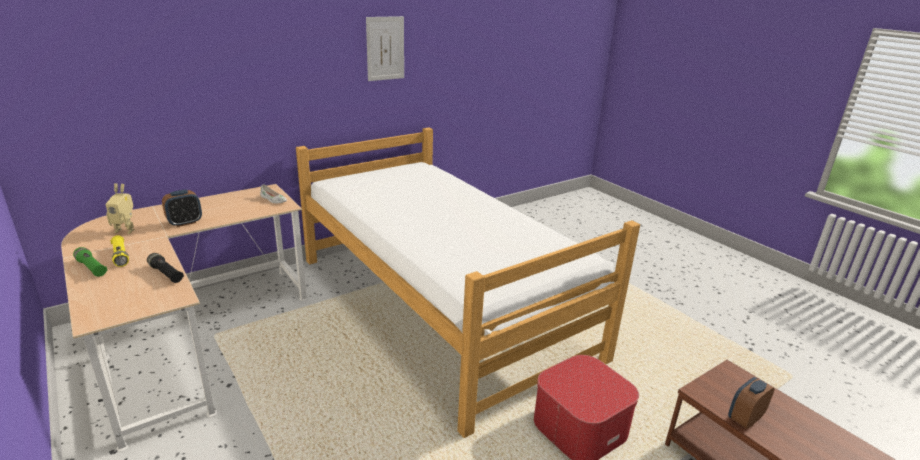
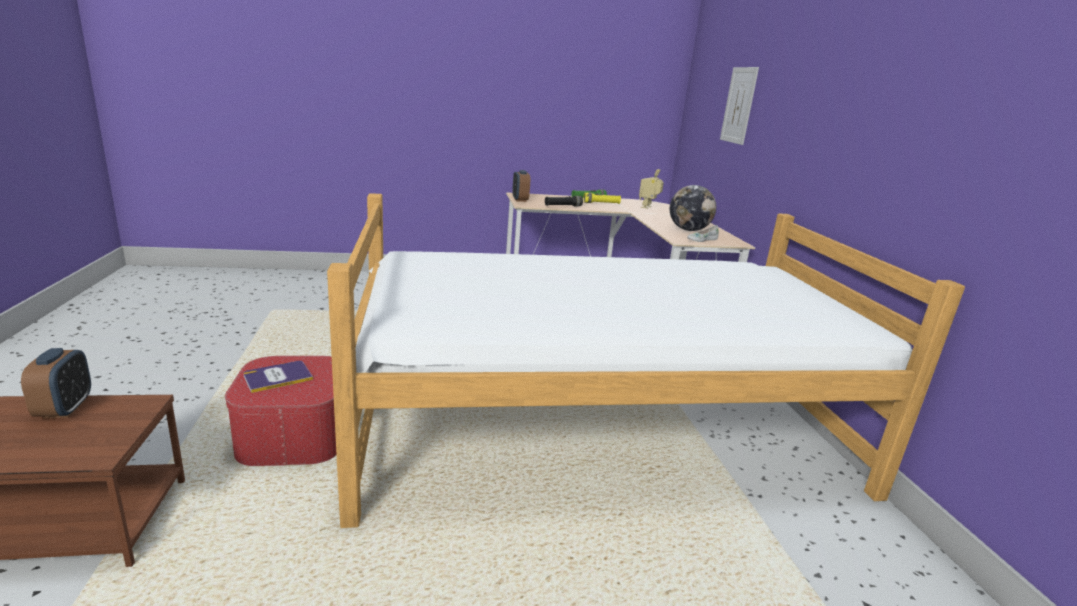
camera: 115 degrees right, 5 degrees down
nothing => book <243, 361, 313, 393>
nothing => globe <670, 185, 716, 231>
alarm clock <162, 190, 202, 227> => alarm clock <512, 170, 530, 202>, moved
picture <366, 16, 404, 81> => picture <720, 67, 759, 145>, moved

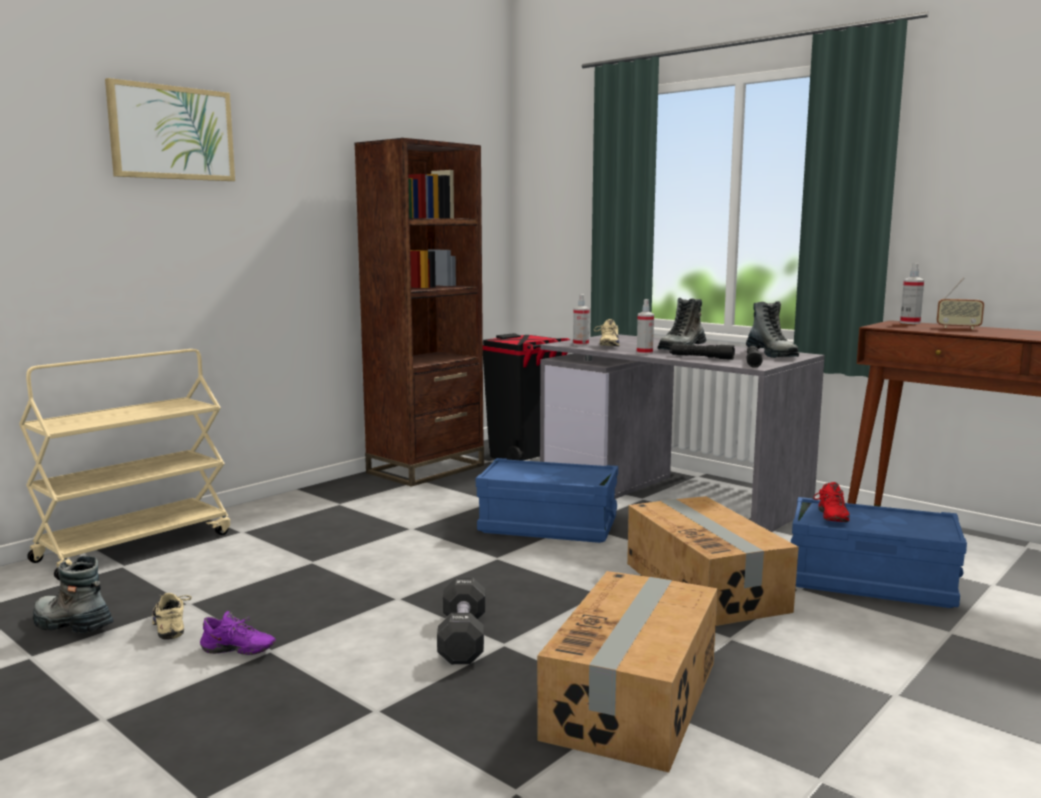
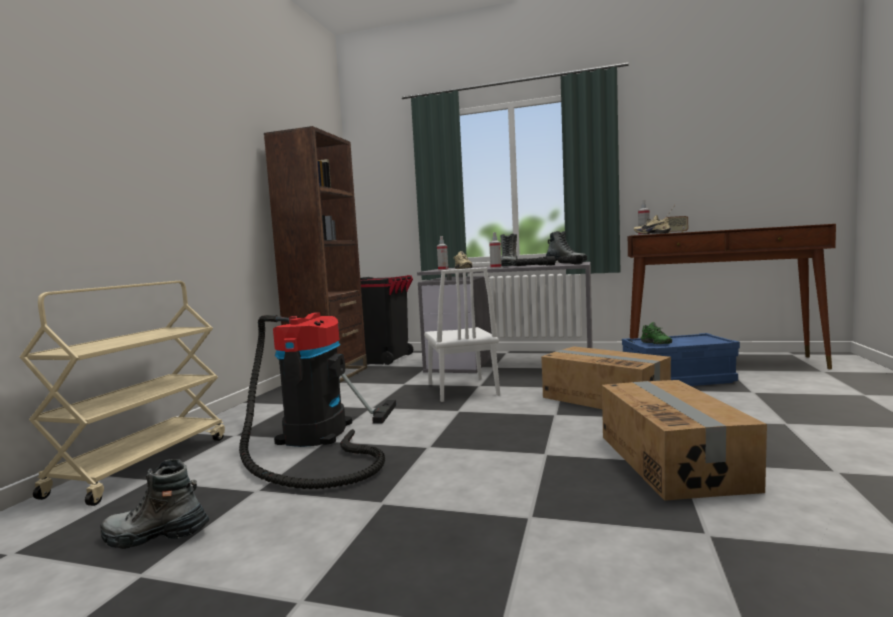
camera: 25 degrees left, 5 degrees down
picture <105, 78, 235, 181> => nothing
purple shoe <200, 611, 276, 655> => nothing
black dumbbell <437, 577, 485, 664> => nothing
nothing => vacuum cleaner <239, 312, 396, 489>
beige shoe <152, 593, 192, 639> => beige shoe <634, 215, 671, 234>, moved
blue storage box <476, 458, 618, 543> => white chair <424, 268, 500, 402>
red shoe <814, 482, 850, 522> => green shoe <641, 322, 672, 344>

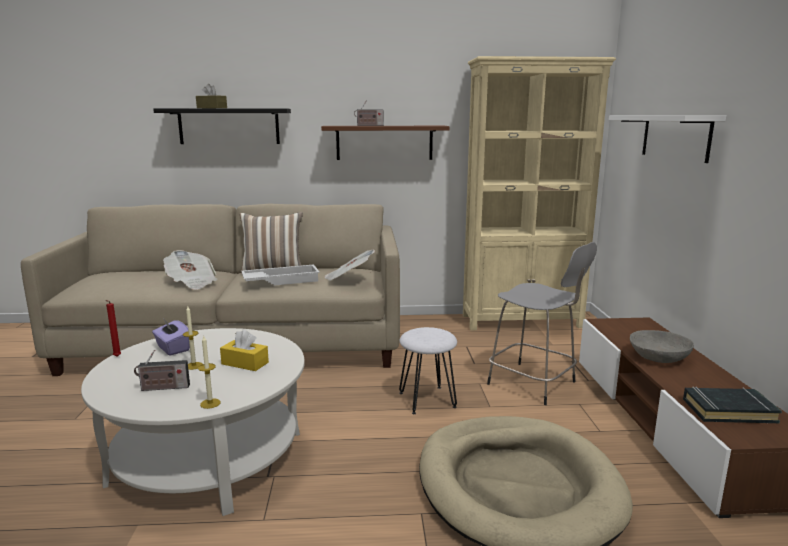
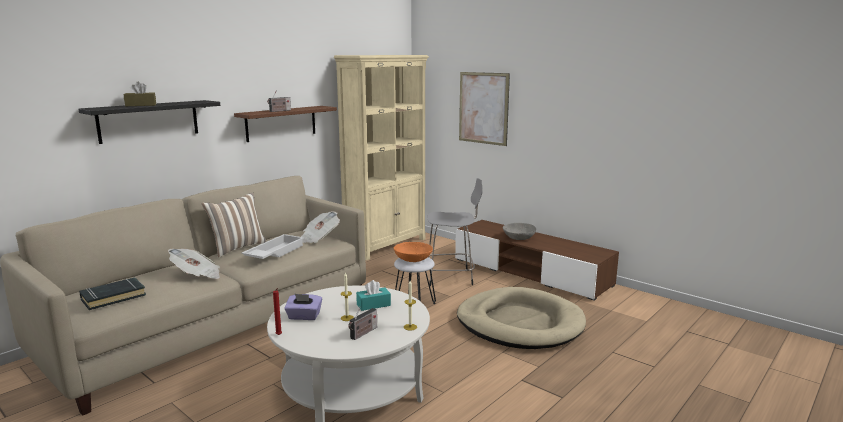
camera: 45 degrees left, 0 degrees up
nothing => orange bowl <394, 242, 433, 262>
black book <683, 387, 782, 423> => black book <79, 277, 146, 310>, moved
white shelf <609, 115, 726, 163> => picture <459, 72, 510, 146>
yellow tissue box <220, 330, 269, 371> => turquoise tissue box <356, 280, 391, 311>

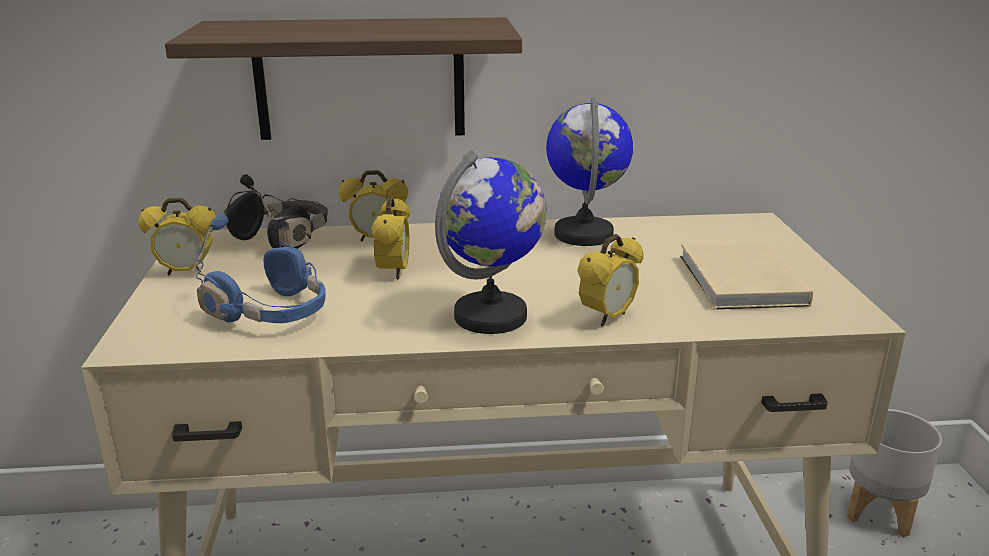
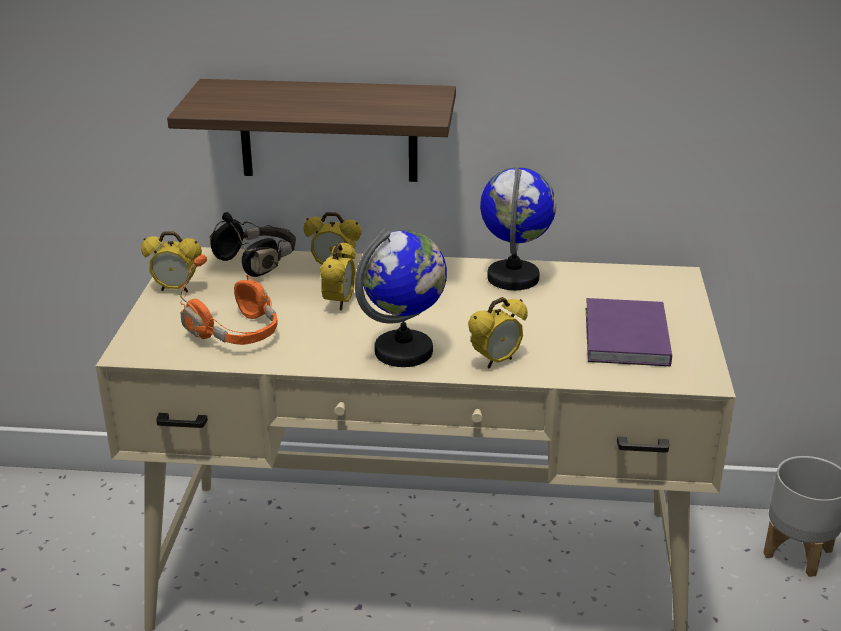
camera: 10 degrees right, 5 degrees up
blue headphones <194, 215, 326, 323> => orange headphones <179, 255, 278, 345>
beige book <680, 242, 813, 309> => purple book <586, 298, 672, 366>

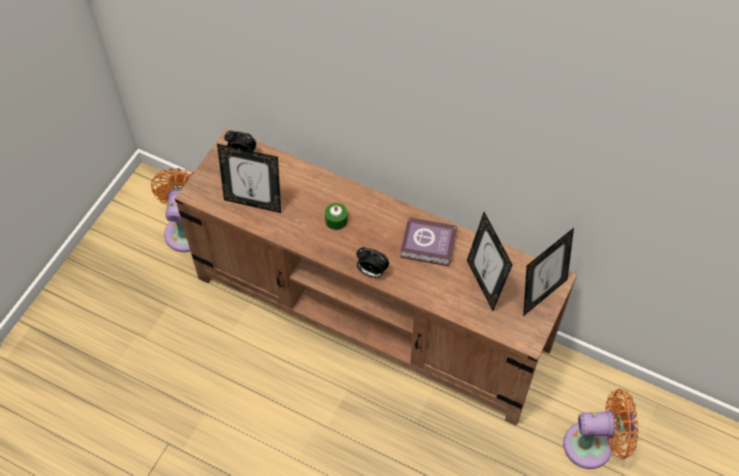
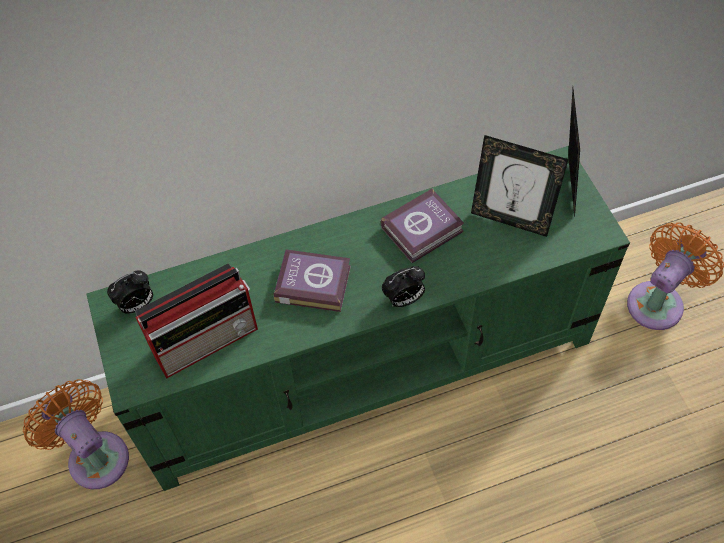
camera: 45 degrees left, 0 degrees up
picture frame <217, 144, 281, 213> => radio <135, 264, 258, 379>
green candle <325, 203, 348, 230> => book <274, 249, 351, 312>
brown tv stand <175, 128, 577, 426> => green tv stand <86, 146, 630, 491>

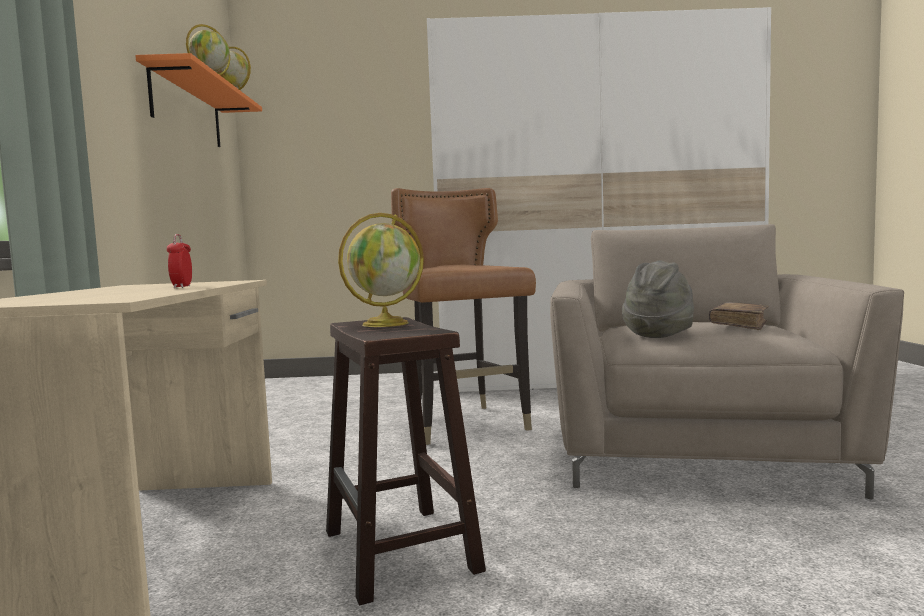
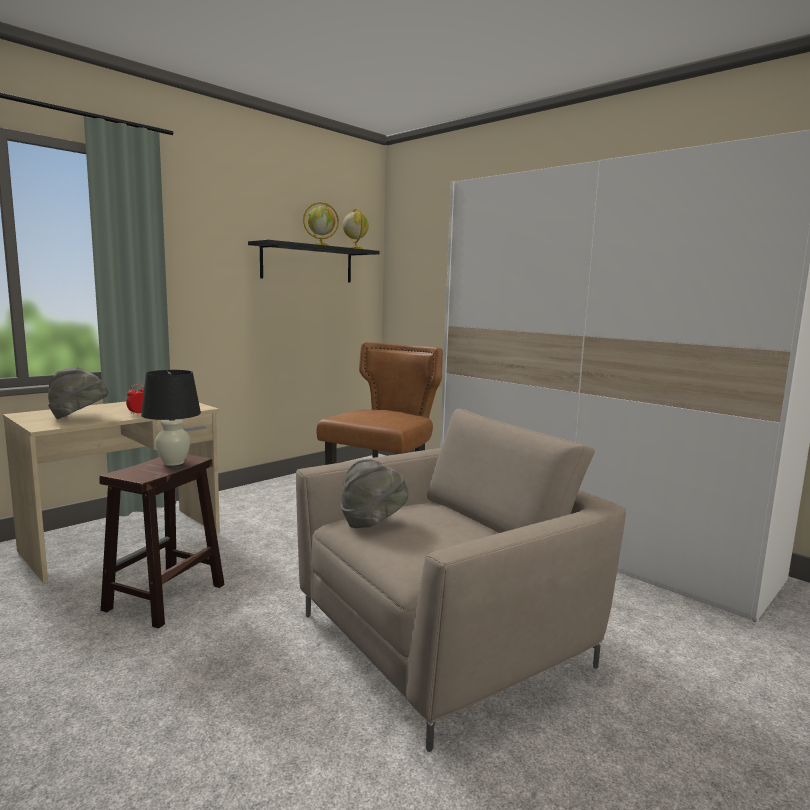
camera: 45 degrees right, 5 degrees up
brown book <709, 303, 768, 330> => nothing
nothing => grey hat <48, 367, 108, 419>
globe <338, 213, 424, 327> => black table lamp <141, 370, 201, 466>
orange shelf <135, 53, 262, 147> => black shelf <248, 240, 380, 283>

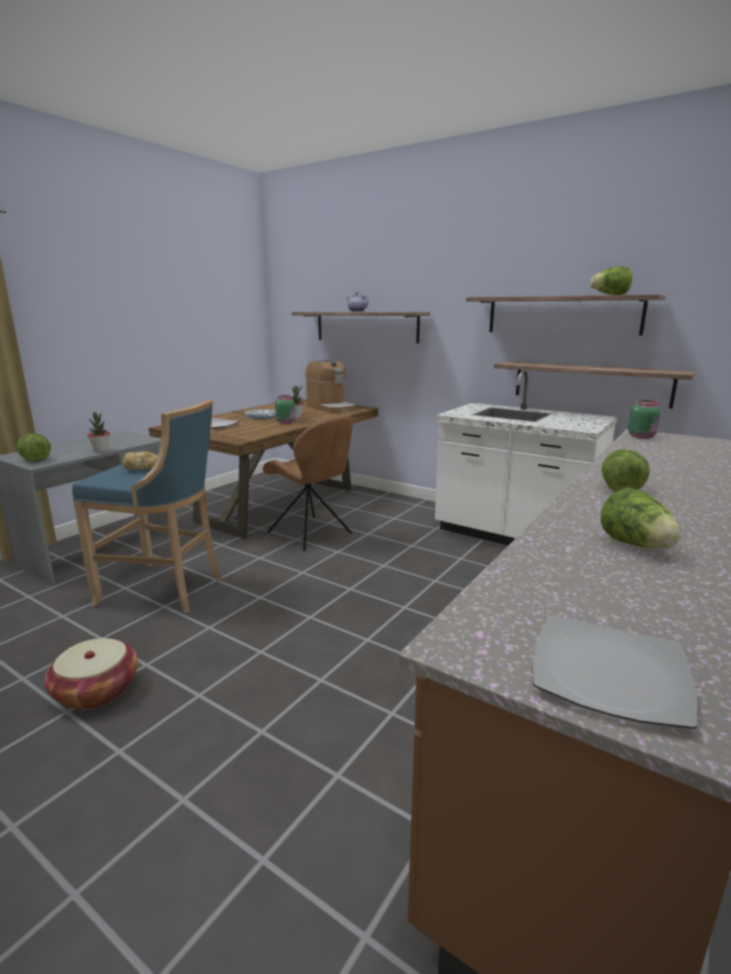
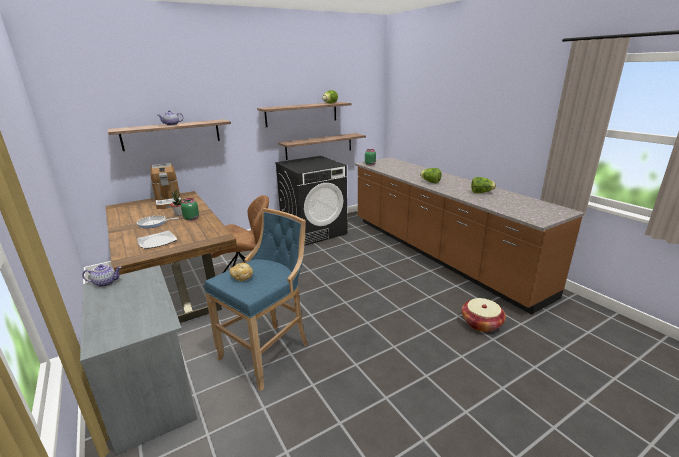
camera: 65 degrees left, 5 degrees up
lettuce <16, 433, 51, 462> => nothing
potted plant <87, 412, 110, 452> => nothing
plate <533, 615, 697, 729> => nothing
nothing => teapot <82, 264, 122, 287>
basket <44, 638, 138, 710> => basket <462, 298, 506, 332>, moved
white counter <435, 370, 618, 546> => black washing machine <275, 156, 348, 246>
coffee machine <305, 360, 355, 413> => coffee machine <150, 163, 182, 209>, 75 degrees clockwise

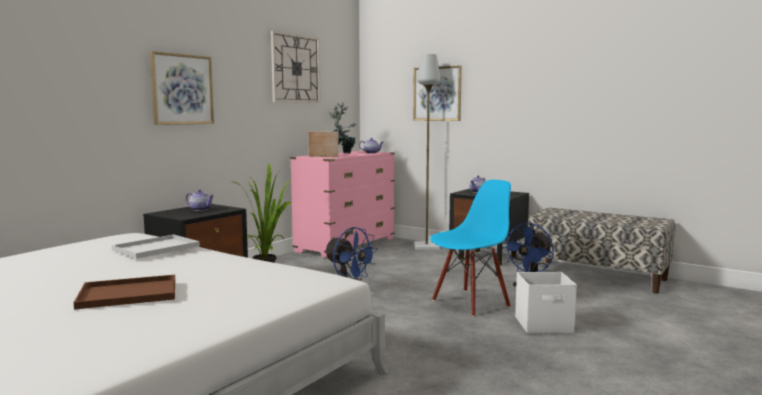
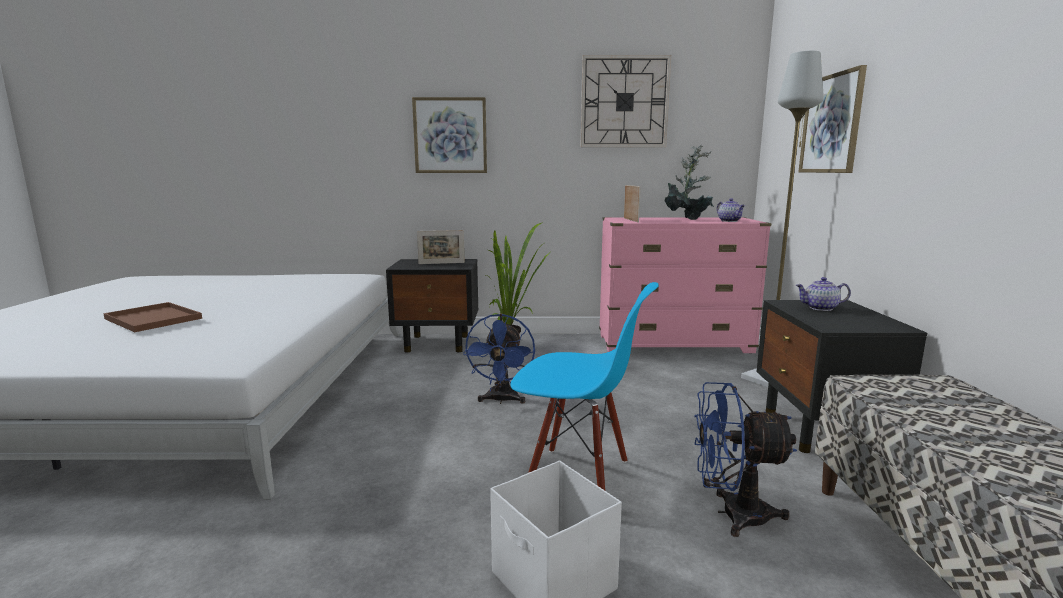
camera: 55 degrees right, 5 degrees up
white tray <112, 235, 200, 259> => nothing
teapot <186, 189, 214, 211> => picture frame <417, 230, 465, 264>

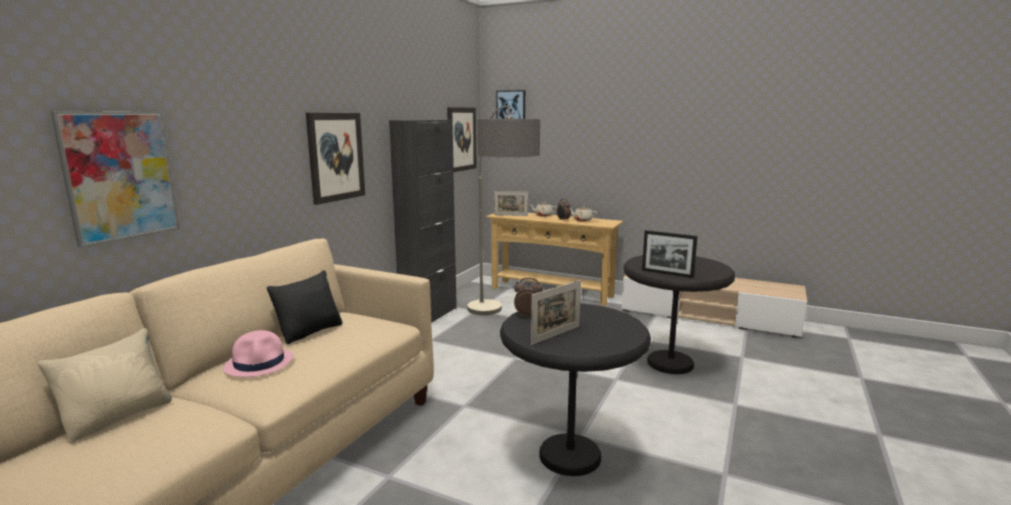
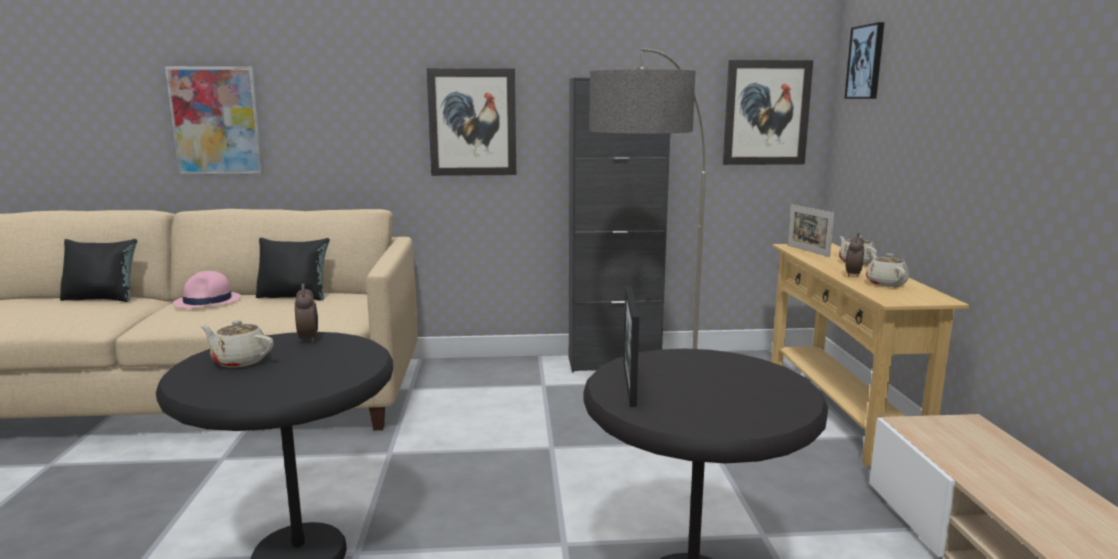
camera: 60 degrees right, 0 degrees up
picture frame <531, 280, 581, 345> => beige teapot <200, 320, 274, 368>
beige pillow <37, 328, 172, 443> => black pillow <60, 239, 137, 302>

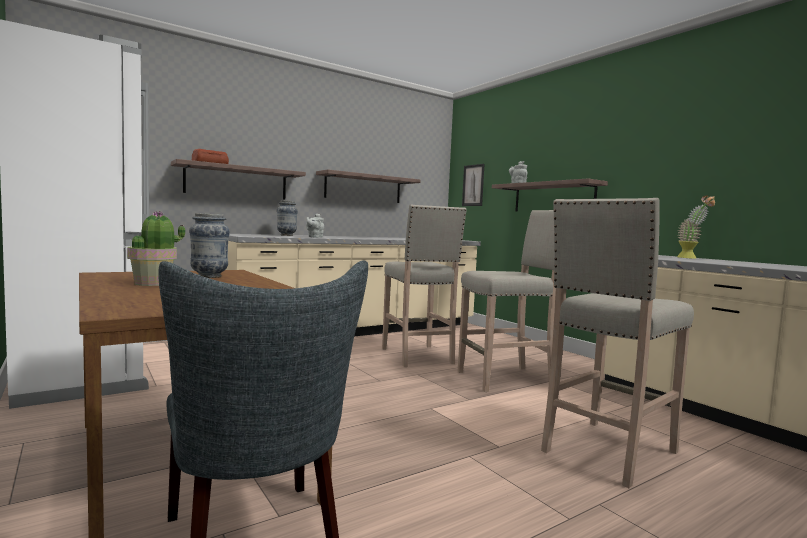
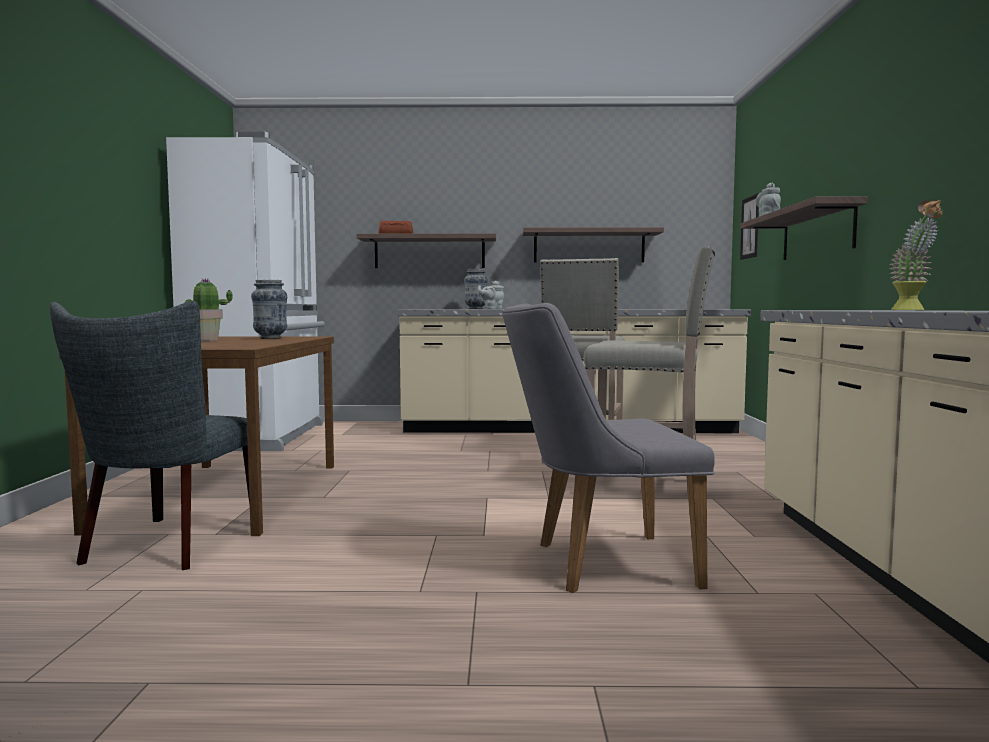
camera: 35 degrees right, 0 degrees up
beige stool <541, 198, 694, 488> => grey chair <502, 303, 715, 593>

